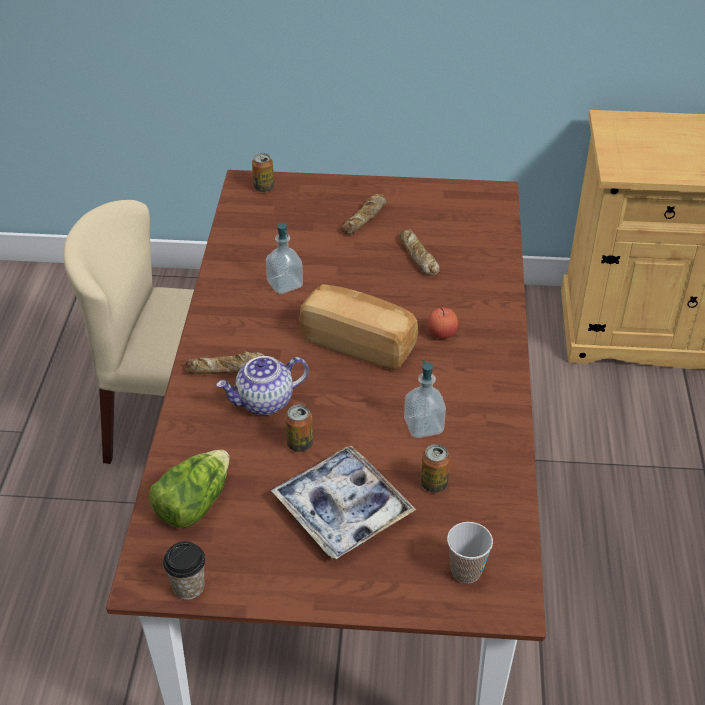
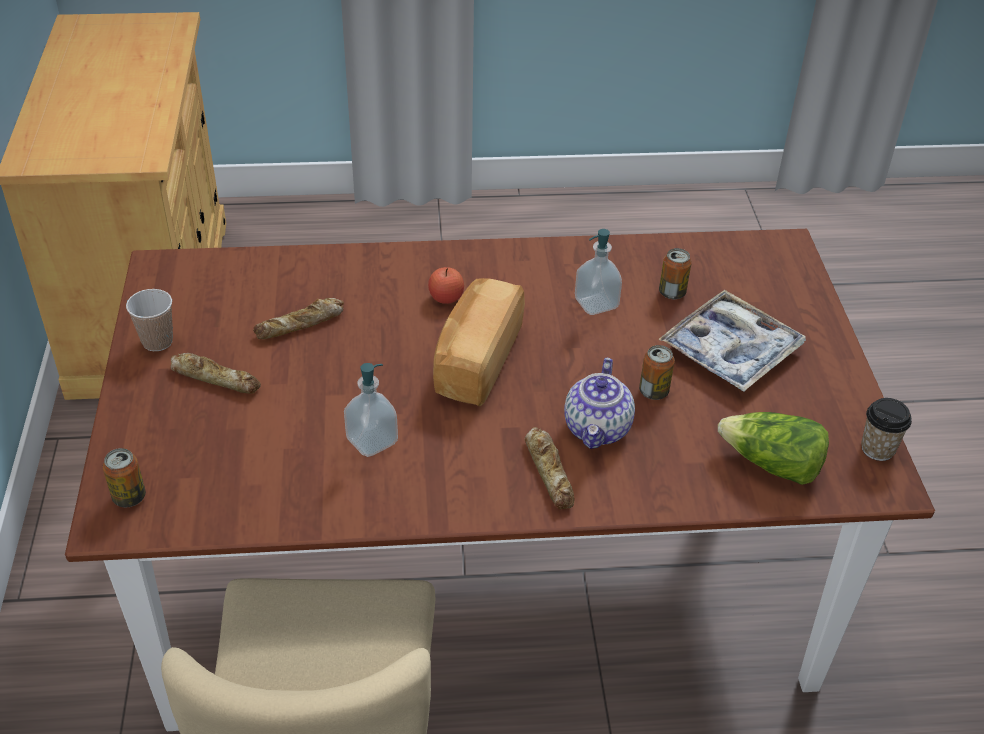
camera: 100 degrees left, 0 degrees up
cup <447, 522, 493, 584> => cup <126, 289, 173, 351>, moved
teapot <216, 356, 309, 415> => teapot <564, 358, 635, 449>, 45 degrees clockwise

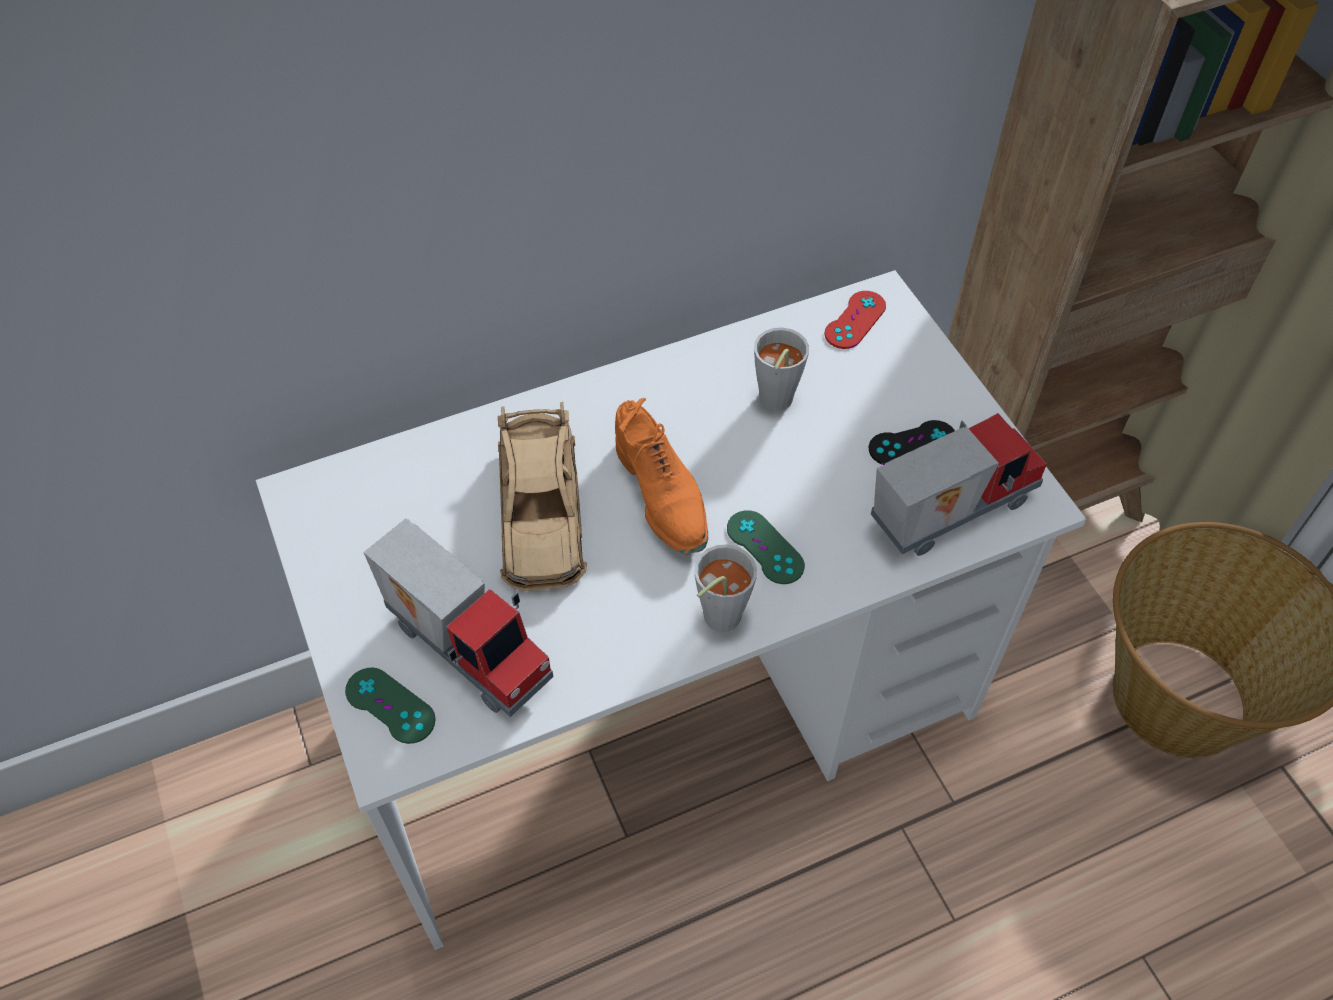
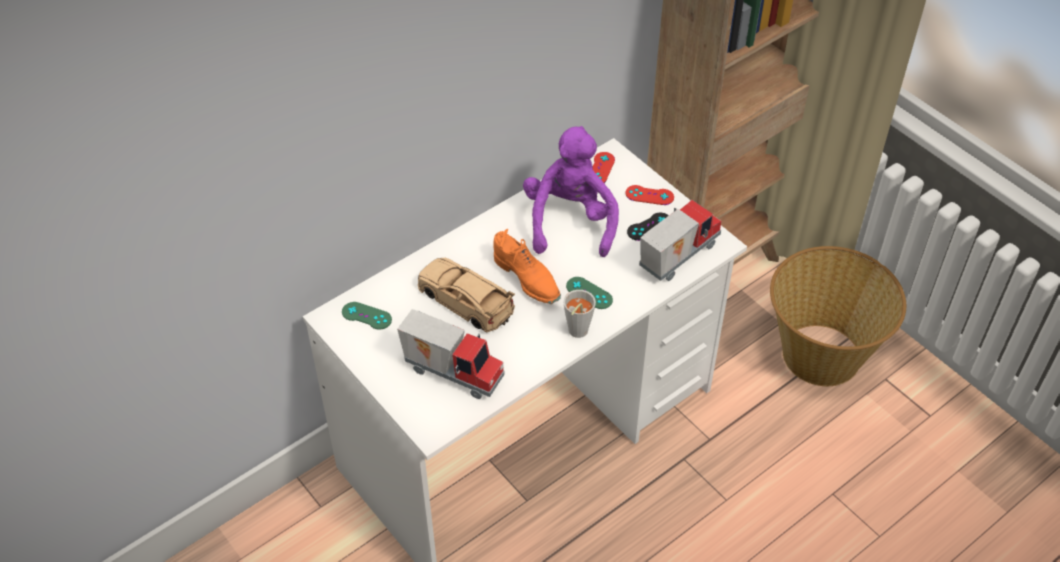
camera: 15 degrees left, 5 degrees down
nothing => red game controller <625, 185, 674, 205>
green game controller <345, 668, 435, 744> => green game controller <342, 302, 392, 330>, moved
grey cup <754, 328, 809, 411> => purple plush toy <523, 126, 619, 257>
beige toy car <498, 402, 587, 591> => beige toy car <418, 258, 515, 333>, 150 degrees clockwise

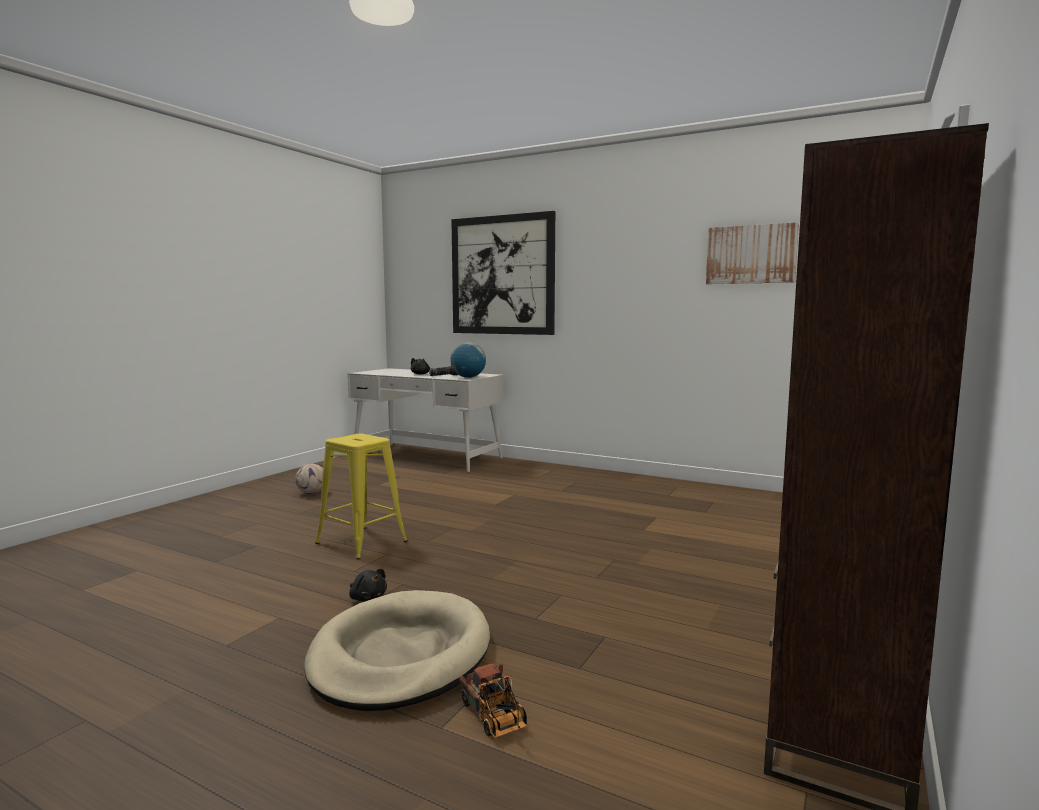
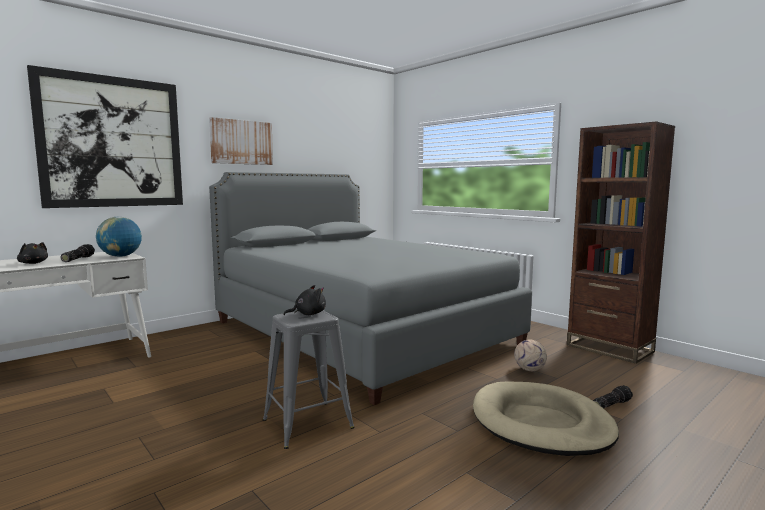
camera: 70 degrees left, 0 degrees up
nothing => grey bed <209, 172, 532, 405>
football <295, 464, 323, 494> => football <514, 340, 547, 371>, moved
black plush toy <349, 568, 387, 602> => black plush toy <283, 285, 326, 315>, moved
picture <706, 222, 799, 284> => picture <209, 117, 273, 165>, moved
toy truck <459, 664, 527, 738> => flashlight <593, 385, 633, 408>
yellow stool <315, 434, 407, 559> => grey stool <263, 310, 355, 449>

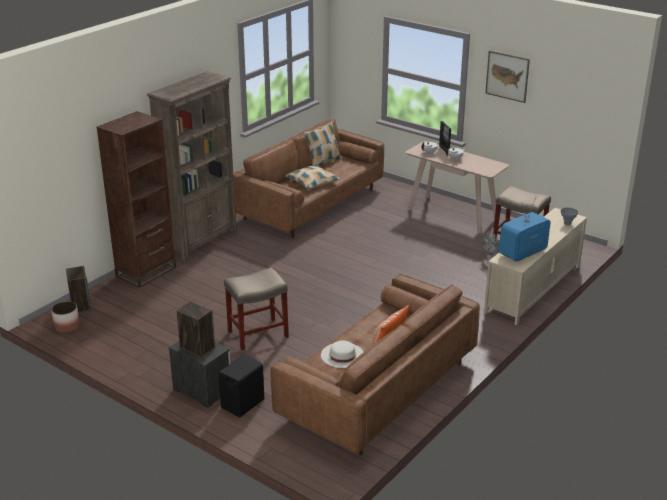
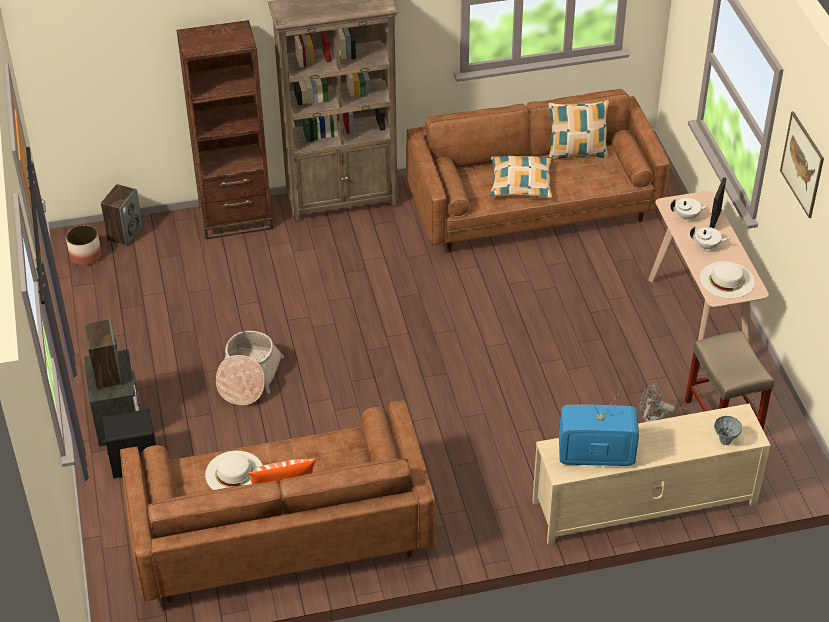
camera: 40 degrees right, 15 degrees up
nothing => white hat <700, 261, 755, 299>
beige stool <224, 267, 289, 350> => basket <216, 331, 284, 406>

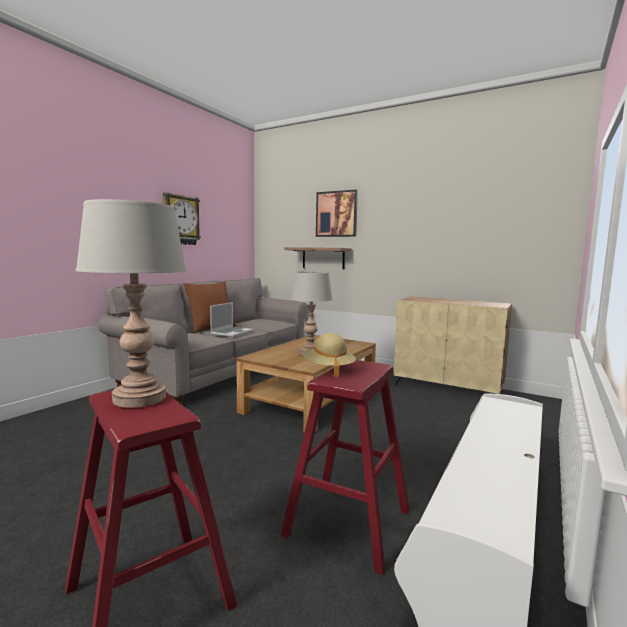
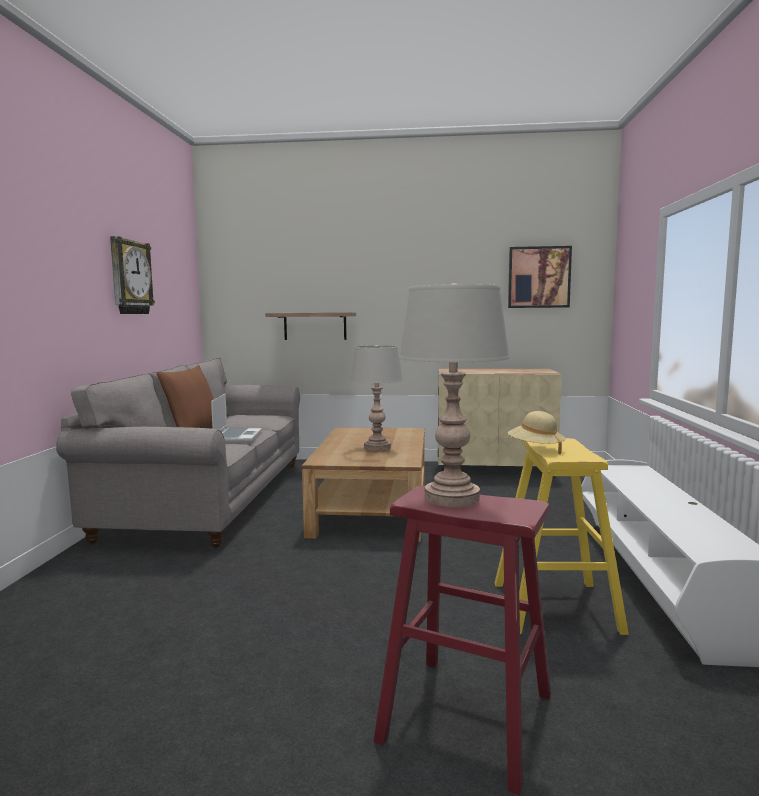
camera: 25 degrees left, 0 degrees up
picture <316, 190, 358, 237> => picture <508, 246, 572, 308>, moved
red stool <280, 360, 410, 575> => yellow stool <495, 438, 629, 635>

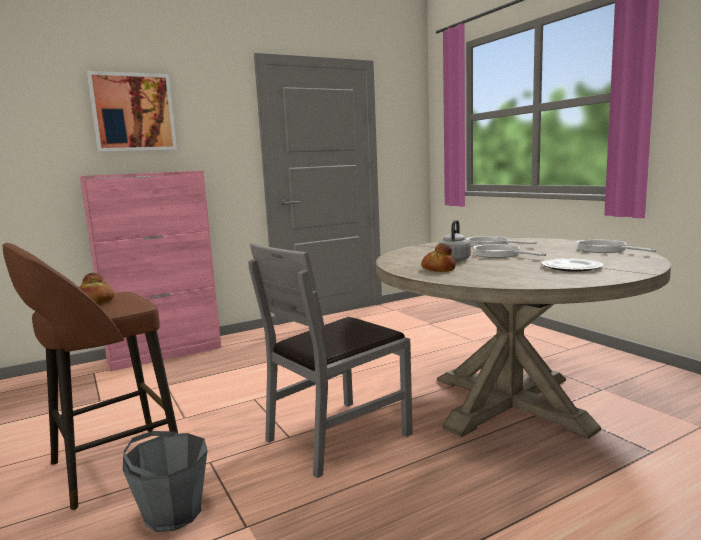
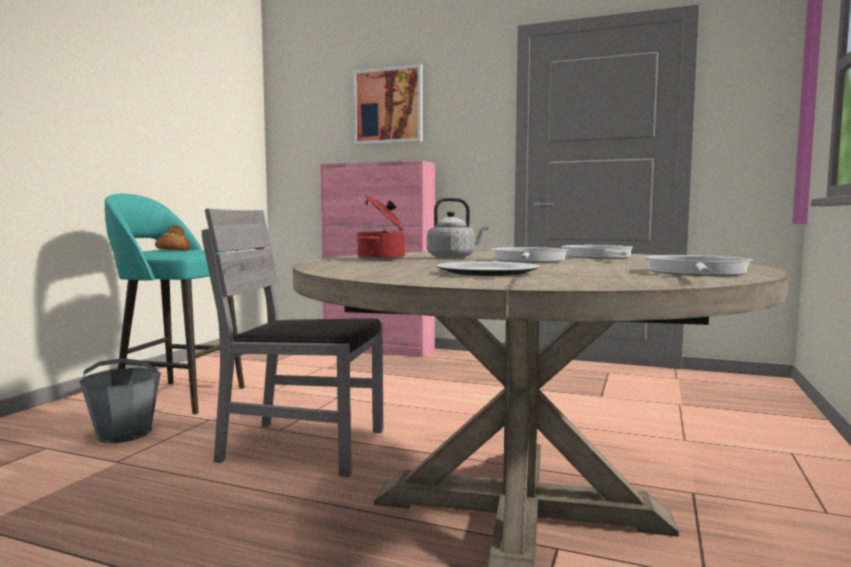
camera: 50 degrees right, 5 degrees down
bread <421, 243, 455, 272> => cooking pot <357, 195, 405, 260>
brown stool <2, 243, 178, 510> => turquoise stool <105, 194, 244, 415>

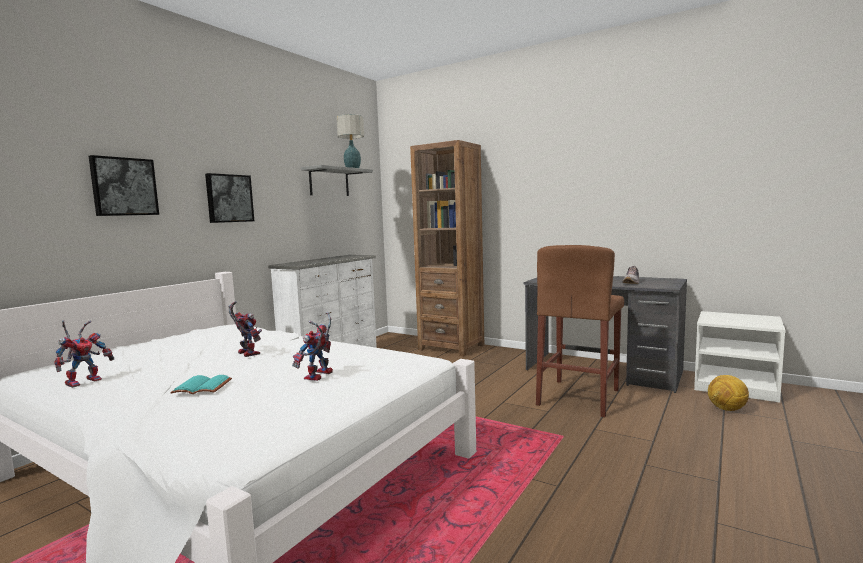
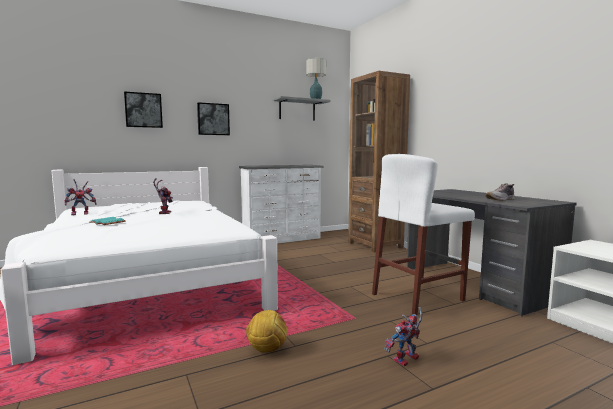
camera: 30 degrees right, 0 degrees up
toy robot <292, 312, 333, 381> => toy robot <384, 307, 423, 366>, moved
football <708, 375, 749, 411> => football <246, 310, 287, 353>, moved
brown stool <536, 245, 624, 417> => white stool <372, 154, 475, 315>

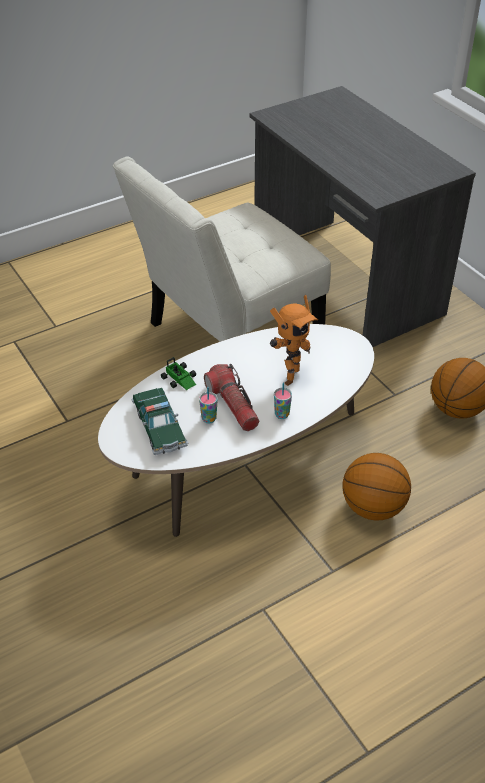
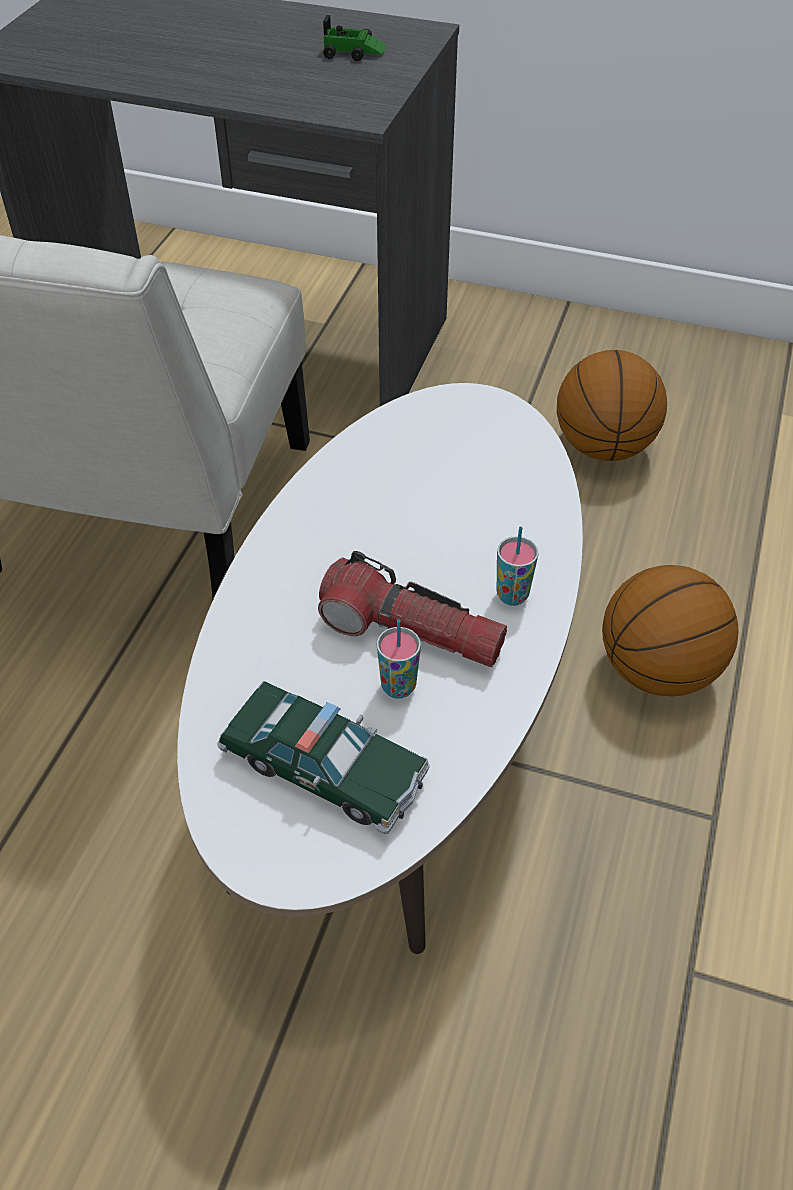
camera: 40 degrees left, 5 degrees up
toy robot <270, 295, 318, 386> => nothing
toy car <161, 357, 196, 390> => toy car <323, 15, 387, 61>, moved

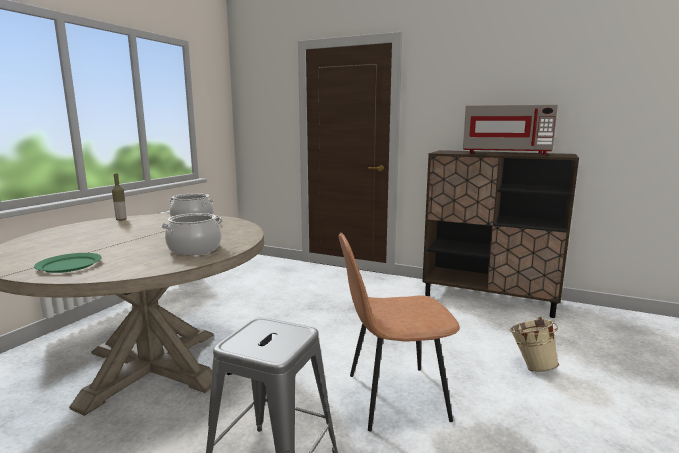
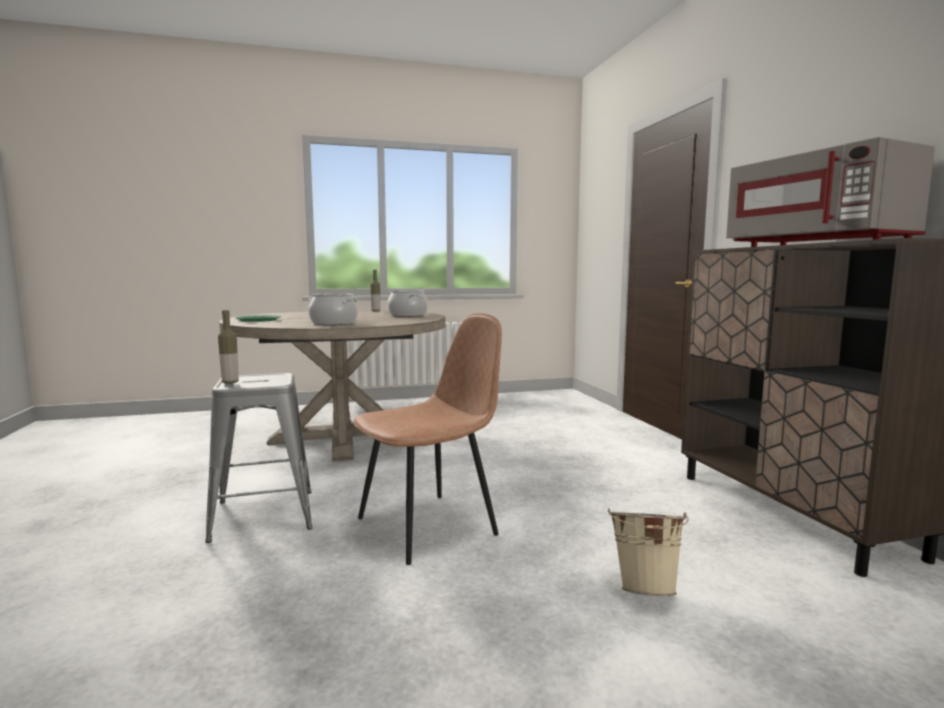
camera: 50 degrees right, 5 degrees down
nothing => bottle <218, 310, 239, 384>
brown chair <339, 233, 460, 431> => brown chair <353, 313, 502, 565>, 105 degrees clockwise

